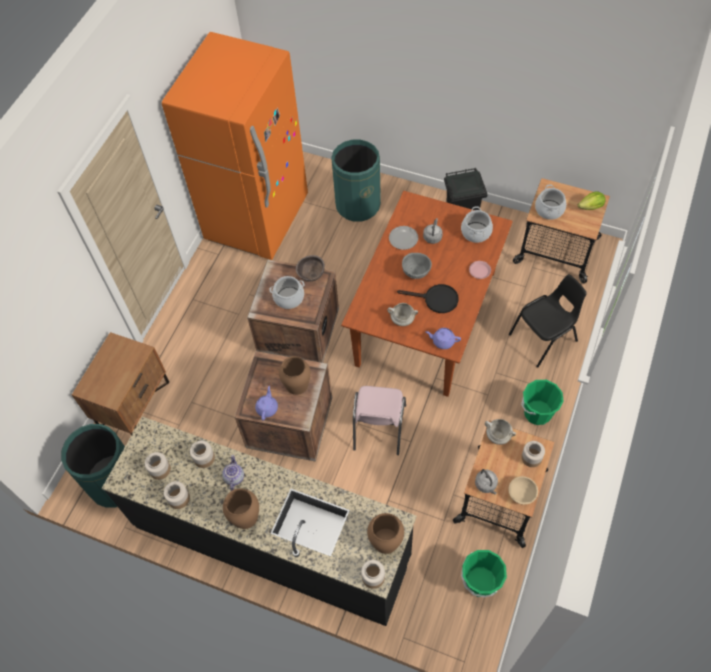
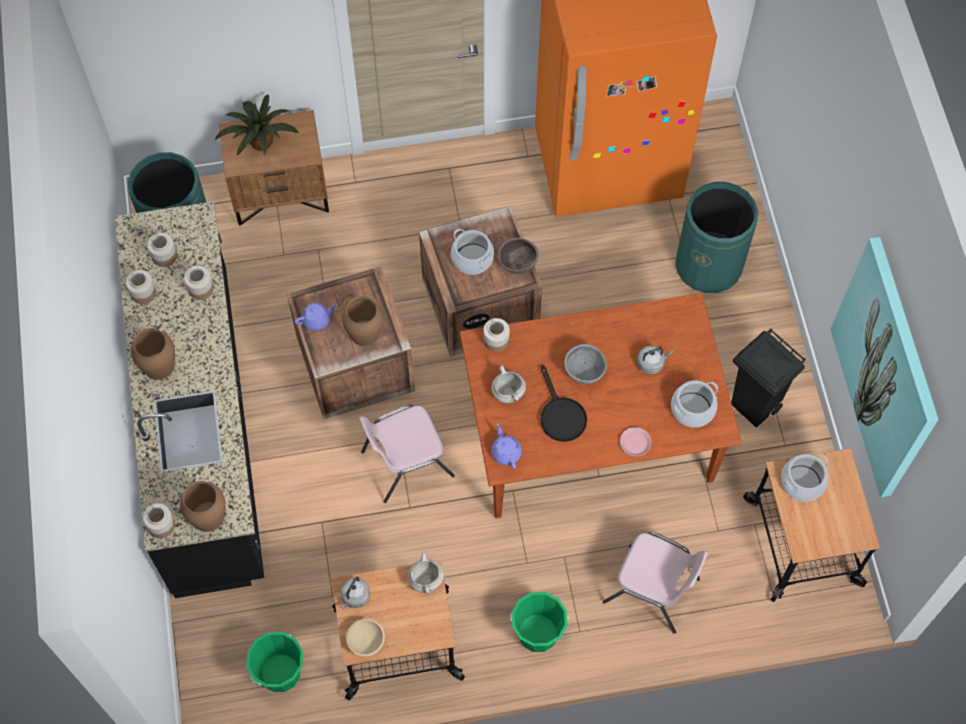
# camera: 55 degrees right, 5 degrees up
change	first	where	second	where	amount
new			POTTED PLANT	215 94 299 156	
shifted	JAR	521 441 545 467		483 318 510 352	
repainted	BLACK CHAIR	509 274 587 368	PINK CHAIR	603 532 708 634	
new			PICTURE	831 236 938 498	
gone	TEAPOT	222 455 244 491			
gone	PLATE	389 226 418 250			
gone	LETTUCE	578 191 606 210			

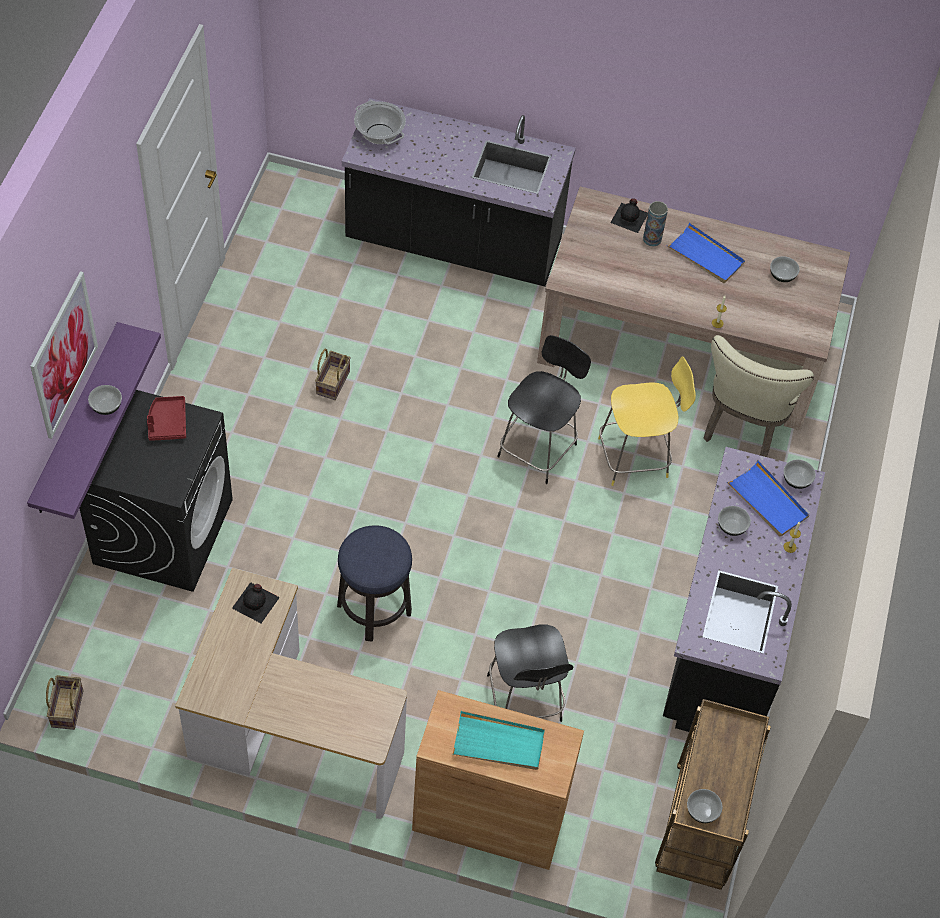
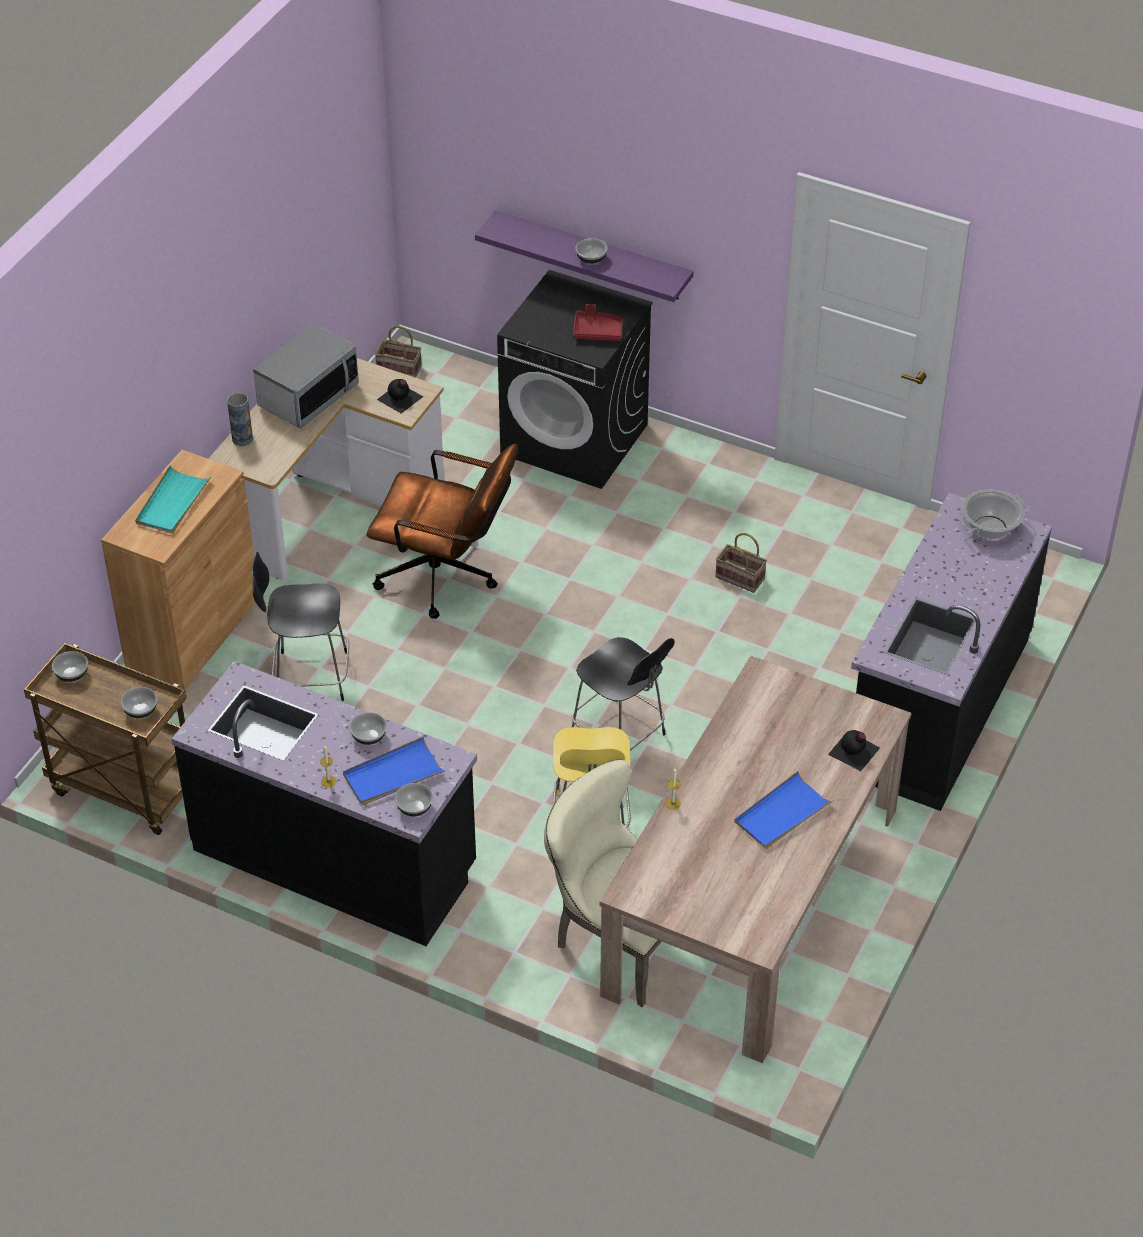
# camera: 105 degrees right, 10 degrees down
change	first	where	second	where	amount
shifted	BOWL	770 256 800 282		121 687 157 718	
shifted	VASE	643 201 668 246		227 393 253 446	
new			MICROWAVE	253 323 359 428	
swapped	STOOL	337 525 412 642	BROWN OFFICE CHAIR	367 443 518 619	
gone	PICTURE	30 271 98 439			

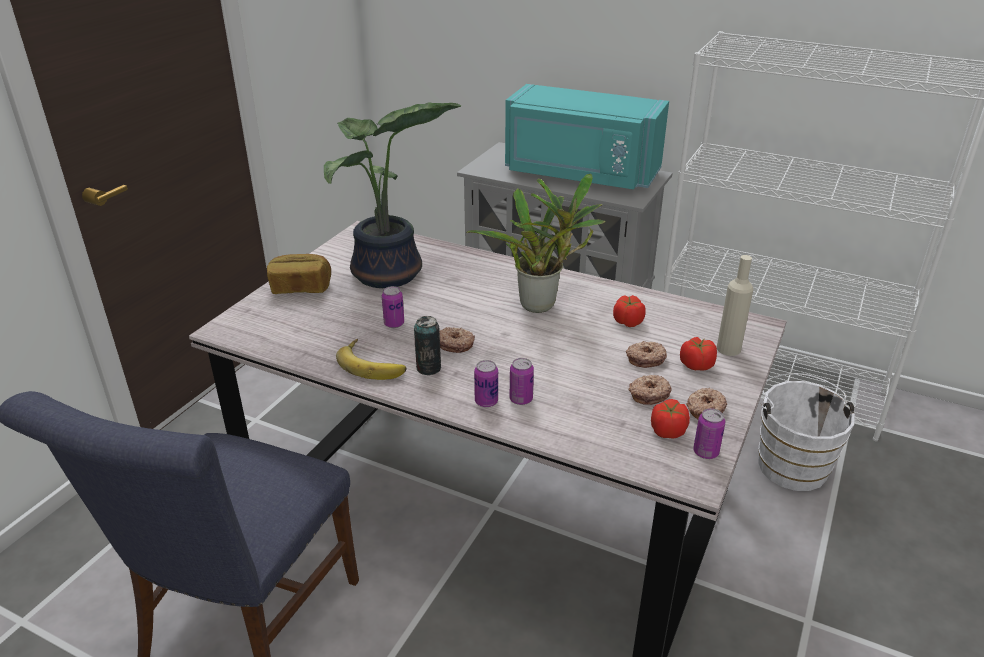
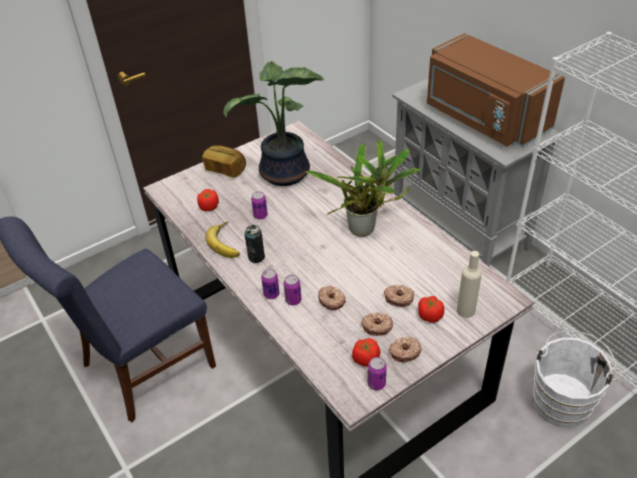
# camera: 30 degrees right, 10 degrees up
change	first	where	second	where	amount
shifted	TOMATO	613 295 646 327		197 189 219 211	
shifted	DONUT	440 327 475 353		318 286 346 310	
repainted	TURQUOISE MICROWAVE	505 84 669 189	BROWN MICROWAVE	427 33 565 148	

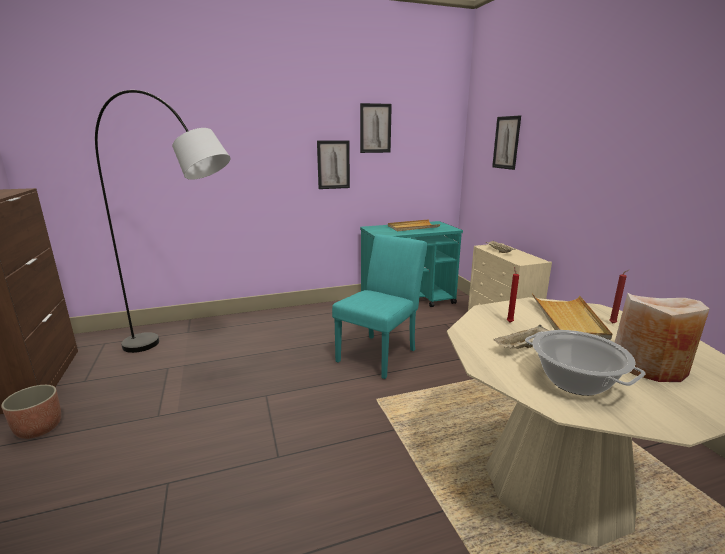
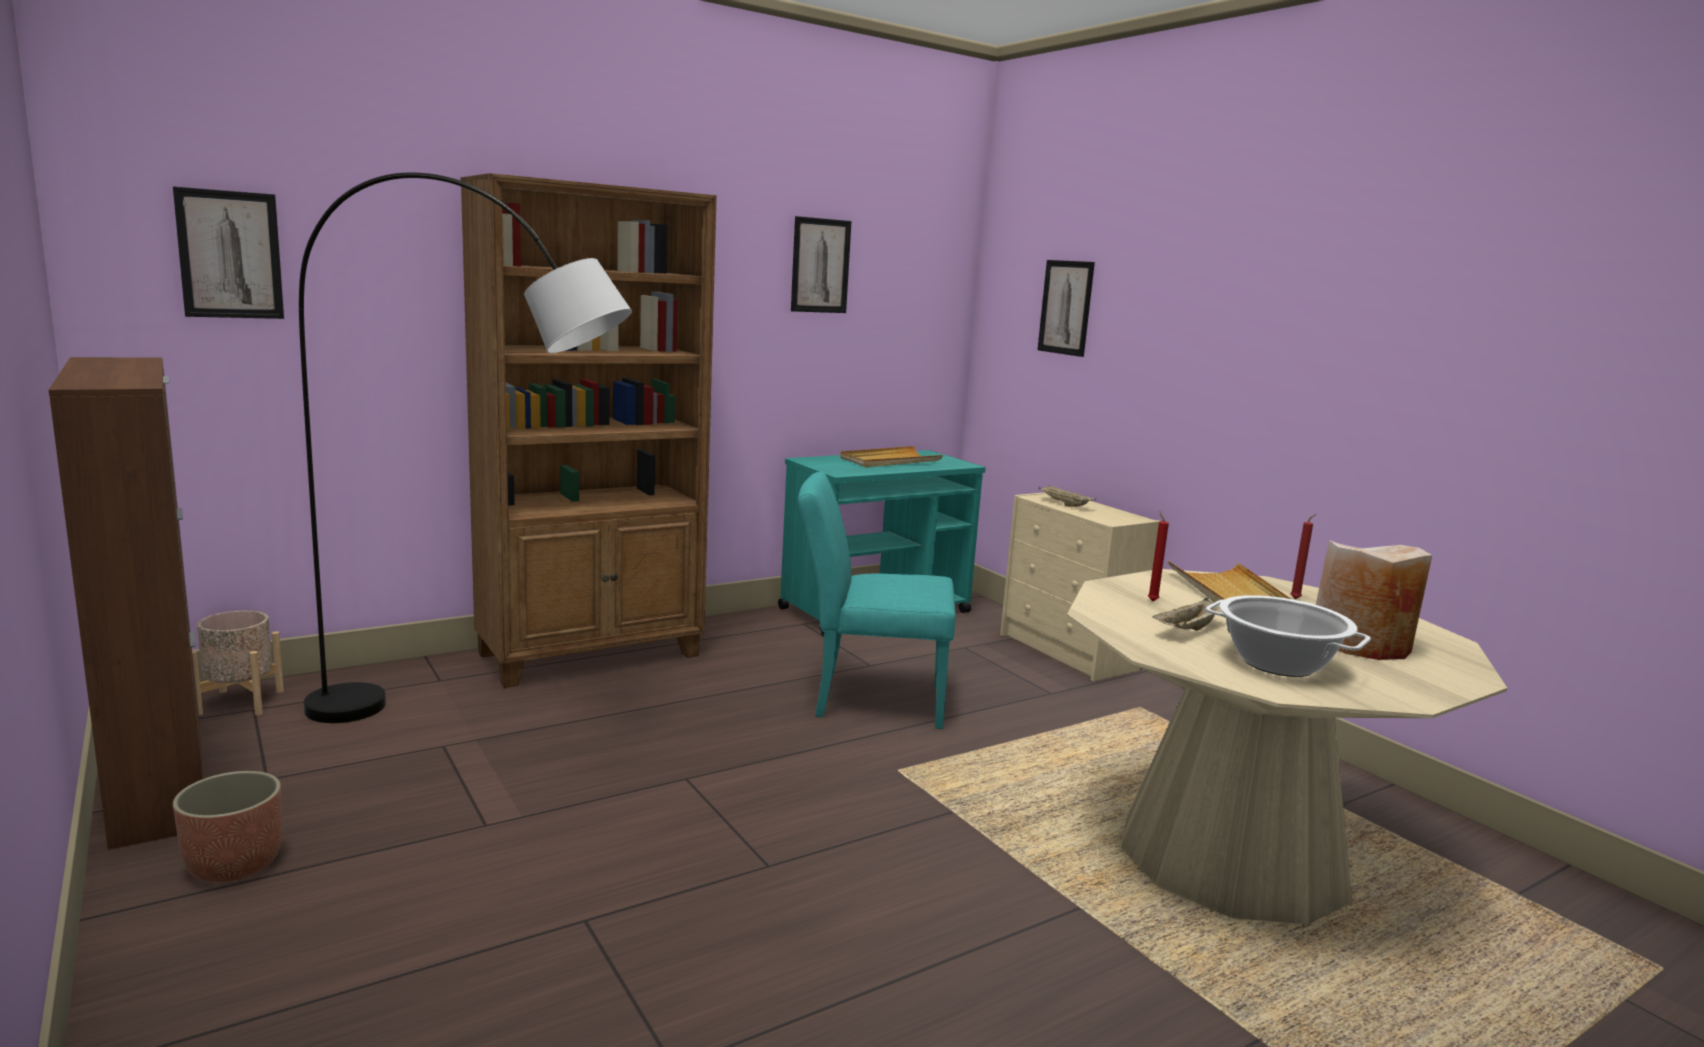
# camera: 15 degrees left, 5 degrees down
change	first	where	second	where	amount
shifted	PICTURE	317 140 350 189		173 186 284 319	
new			BEIGE PLANTER	192 610 284 715	
new			BROWN BOOKCASE	460 173 717 688	
rotated	TURQUOISE CHAIR	332 234 427 379		798 472 956 729	105 degrees counterclockwise

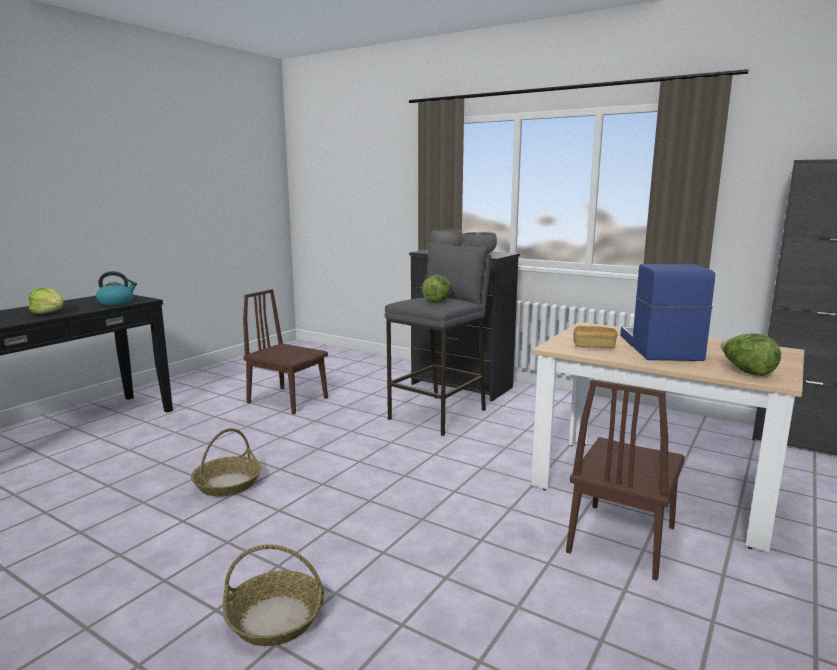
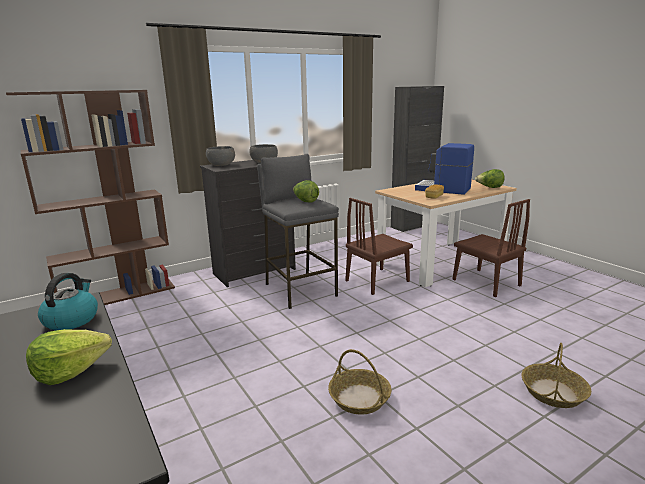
# camera: 65 degrees left, 5 degrees up
change	first	where	second	where	amount
new			BROWN BOOKCASE	6 90 175 305	
shifted	BROWN CHAIR	243 289 328 414		345 198 413 295	

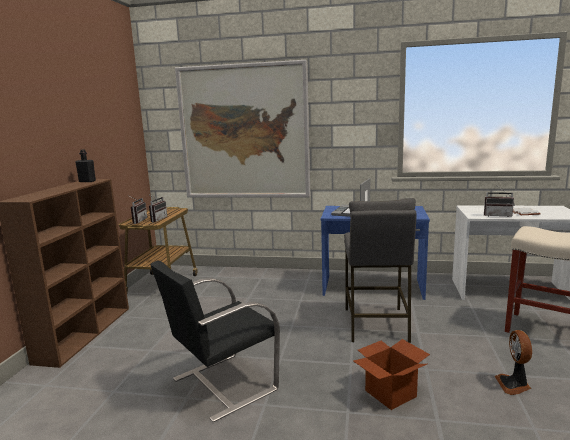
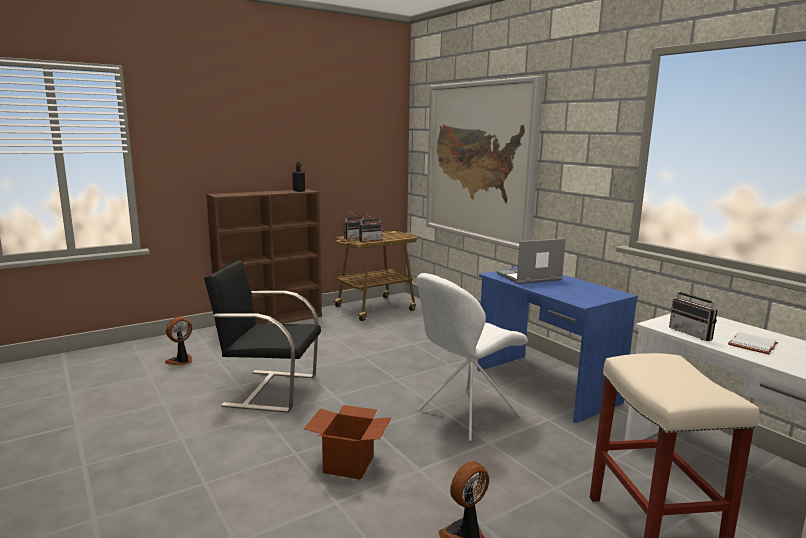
# camera: 45 degrees right, 0 degrees up
change	first	where	second	where	amount
new			FAN	165 316 192 365	
swapped	GREY STOOL	344 198 417 343	WHITE CHAIR	417 273 528 441	

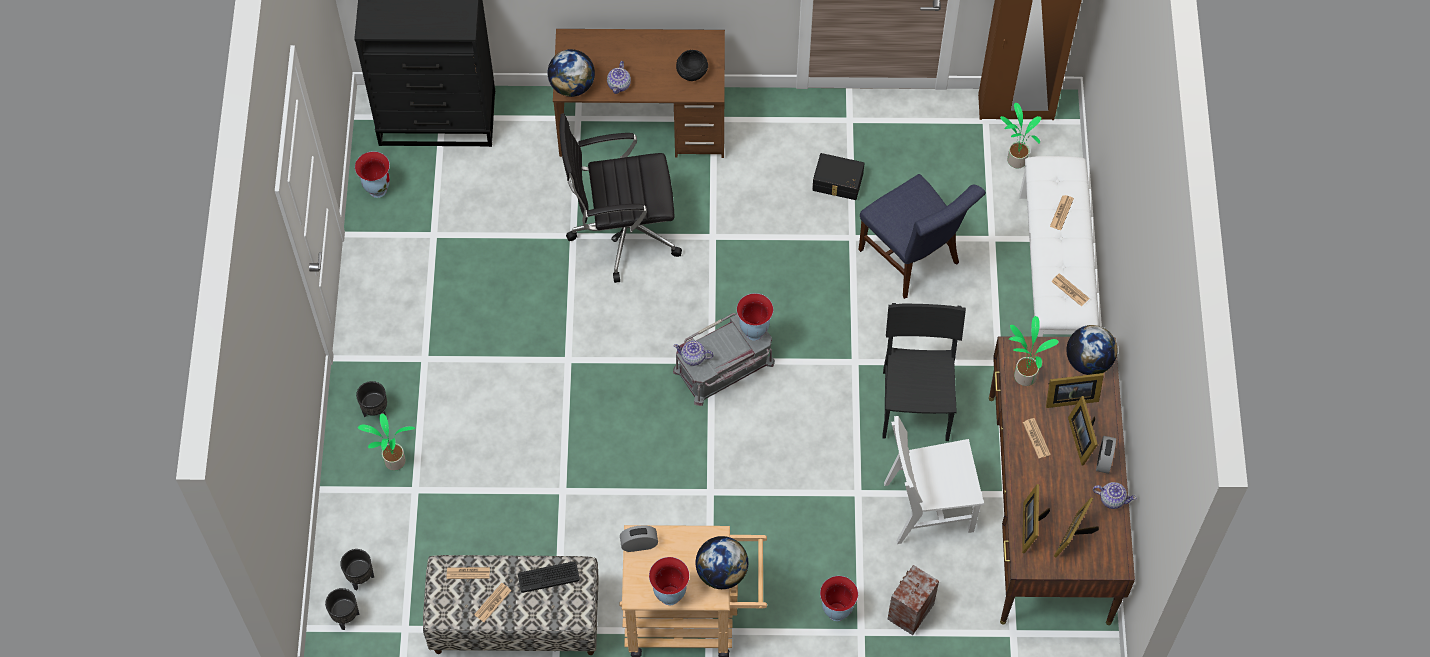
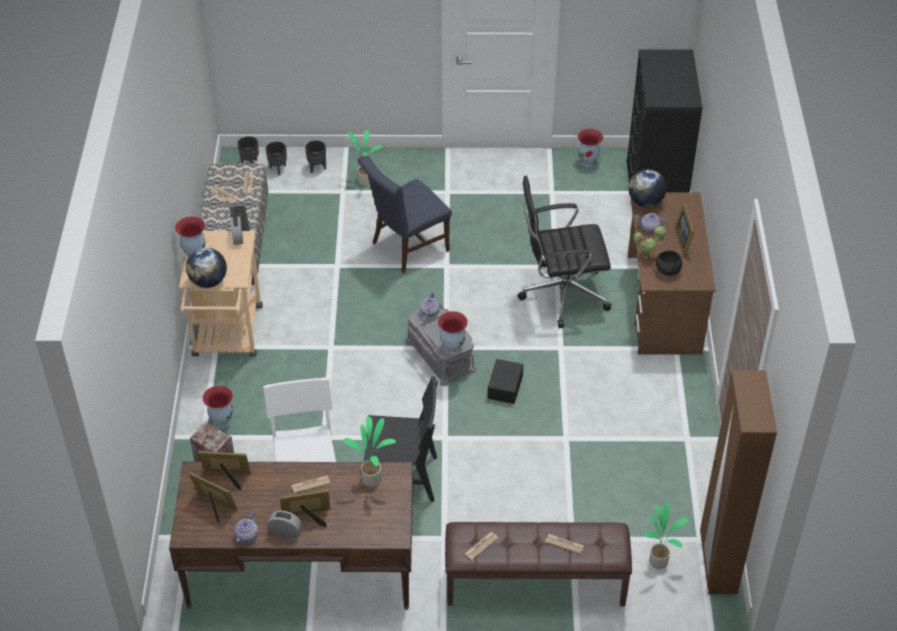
# camera: 90 degrees right, 15 degrees down
change	first	where	second	where	amount
shifted	BLACK PLANTER	356 381 387 417		305 140 326 173	
shifted	BLUE CHAIR	858 174 986 299		357 156 452 273	
repainted	WHITE BENCH	1020 156 1099 337	BROWN BENCH	445 522 632 607	
shifted	BLACK STORAGE BOX	812 153 864 200		487 359 523 404	
rotated	BLACK OFFICE CHAIR	560 113 682 283		518 176 611 328	90 degrees counterclockwise
new			POTTED PLANT	634 226 667 258	
shifted	PICTURE FRAME	1046 373 1104 408		674 203 695 257	
gone	GLOBE	1066 325 1117 375			

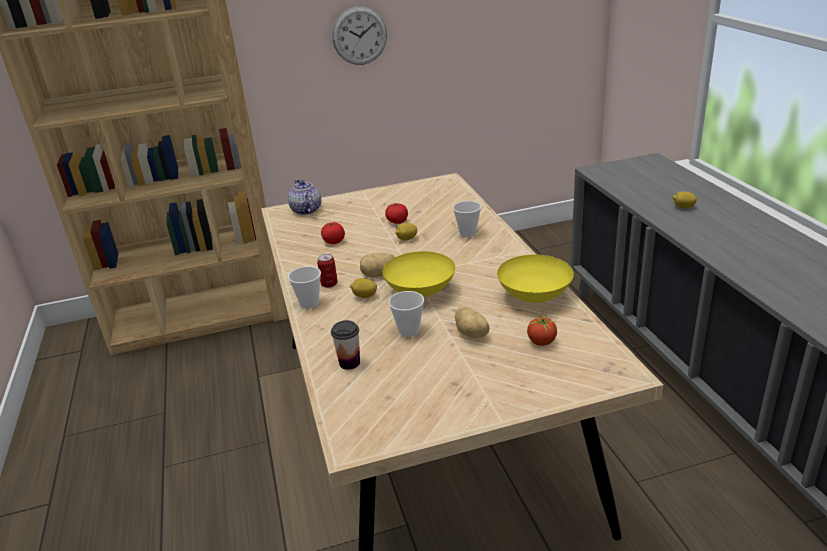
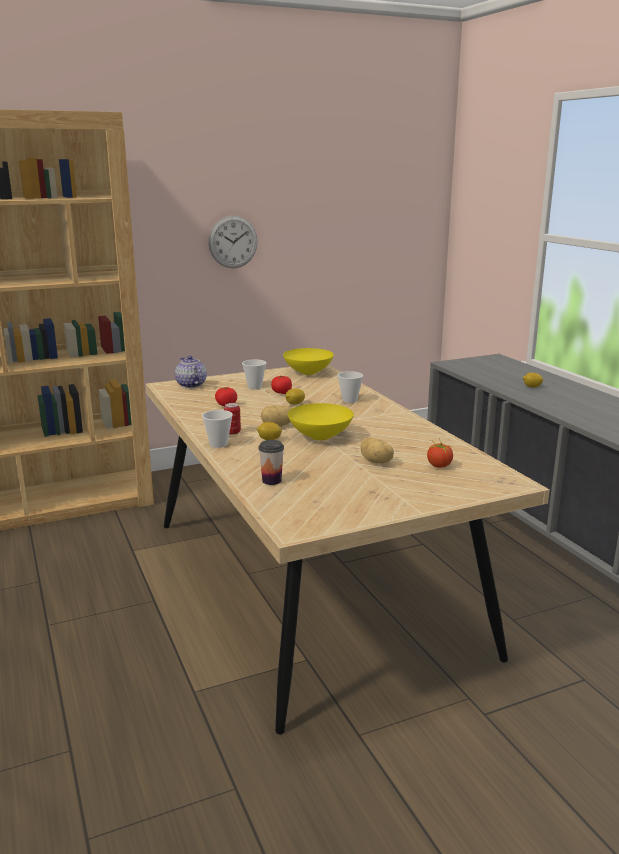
# camera: 10 degrees left, 10 degrees down
change	first	where	second	where	amount
shifted	CUP	388 291 424 337		242 359 266 389	
shifted	YELLOW BOWL	497 255 574 303		283 348 334 375	

